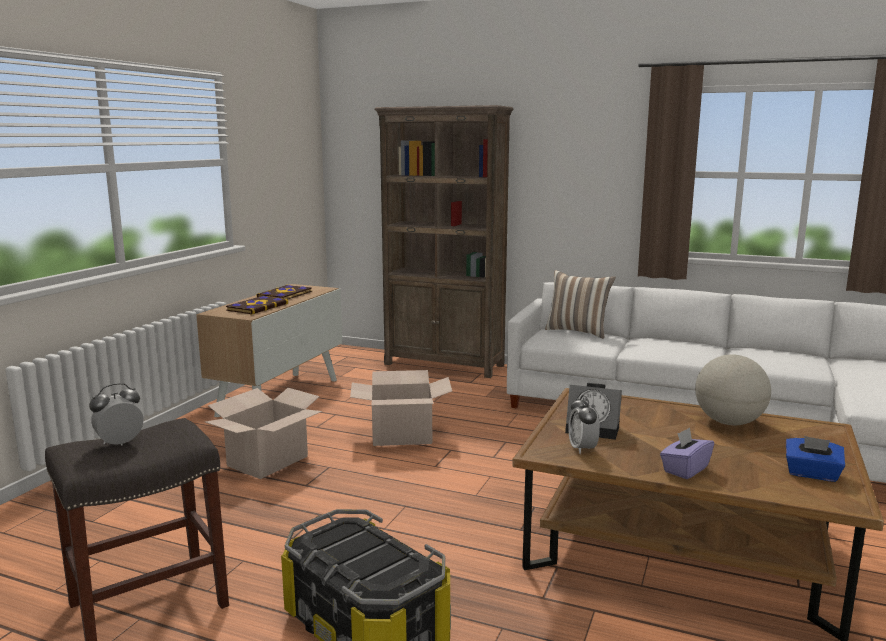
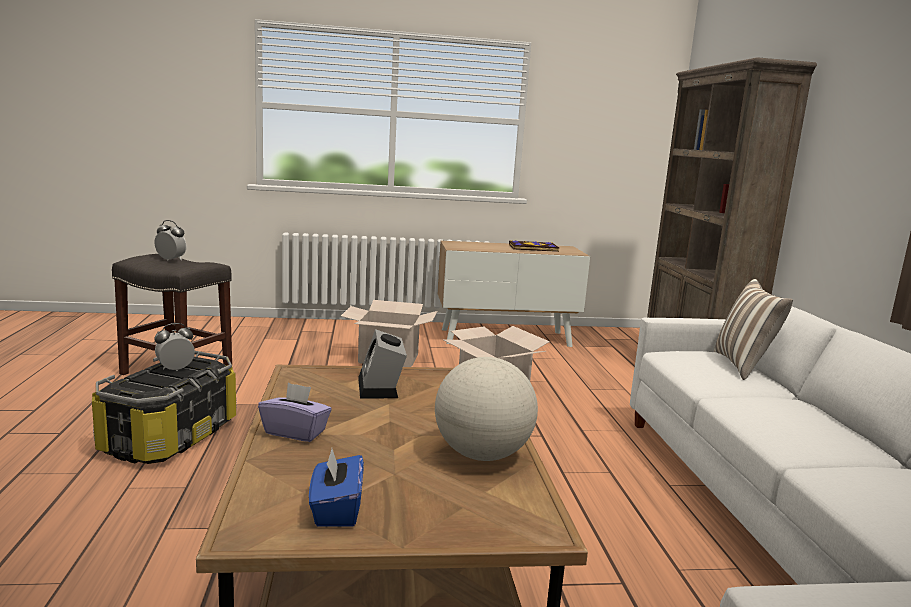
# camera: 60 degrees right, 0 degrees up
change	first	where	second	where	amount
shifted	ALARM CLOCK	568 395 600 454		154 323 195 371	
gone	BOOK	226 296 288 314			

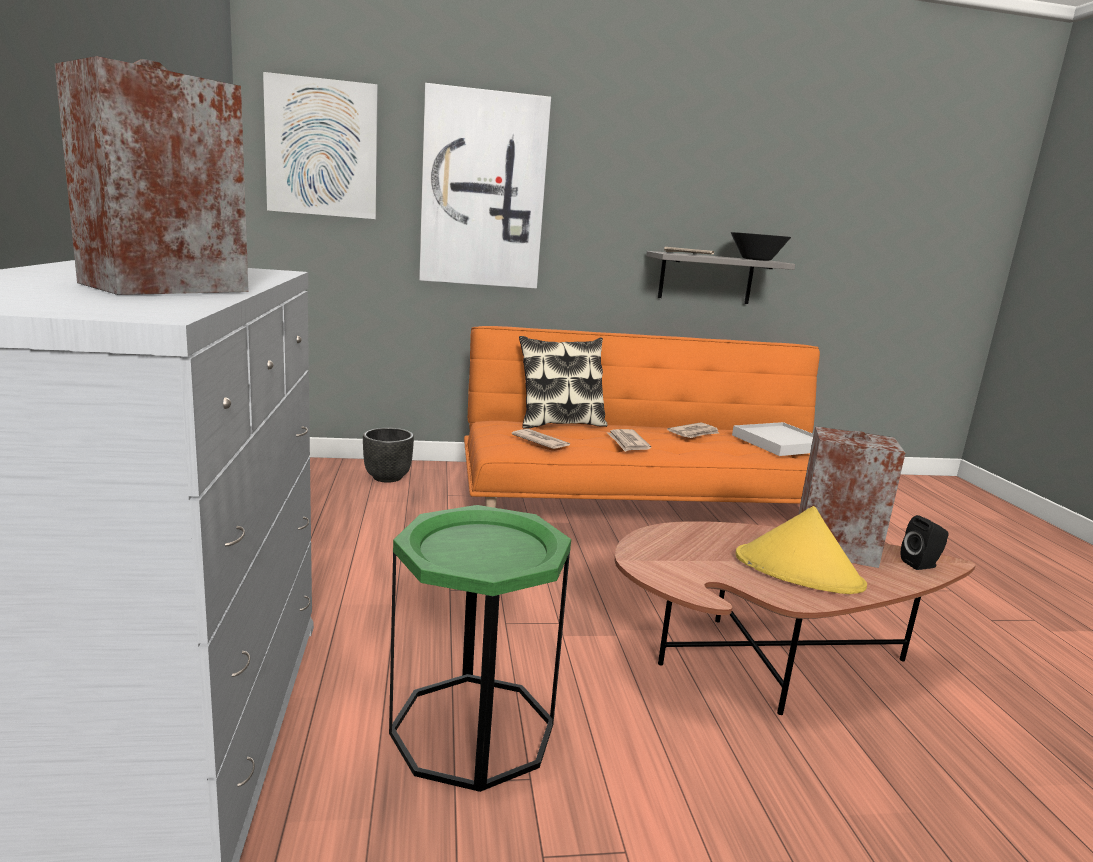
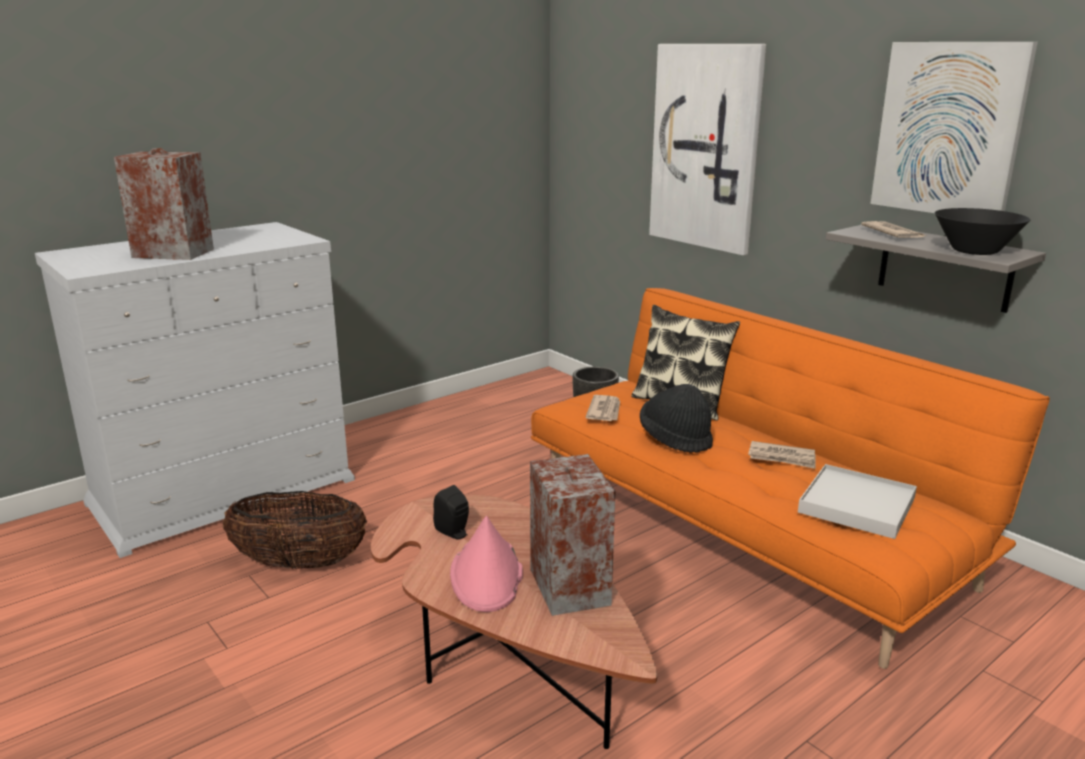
# camera: 60 degrees right, 5 degrees up
change	first	where	second	where	amount
swapped	GREEN SIDE TABLE	389 505 571 792	BASKET	222 491 367 569	
shifted	BLACK SPEAKER	901 515 948 570		433 485 469 540	
repainted	YELLOW HAT	736 506 867 594	PINK HAT	450 516 523 612	
swapped	NEWSPAPER	607 429 651 452	BLACK HAT	640 384 713 453	
shifted	PICTURE	263 72 378 219		871 42 1038 213	

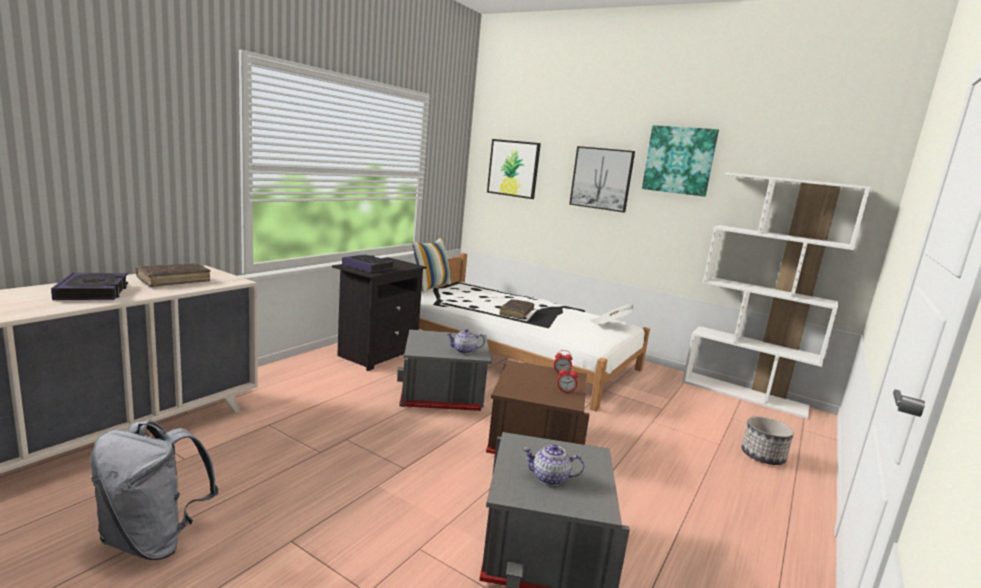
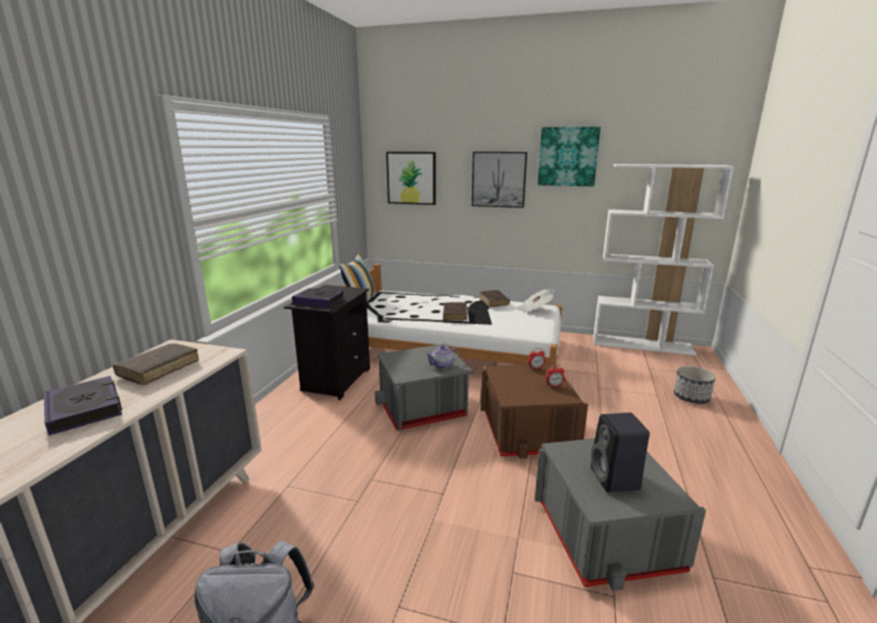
# camera: 15 degrees left, 5 degrees up
change	first	where	second	where	amount
new			BROWN BOOK	479 290 510 307	
swapped	TEAPOT	522 444 584 486	BLACK SPEAKER	591 413 650 492	

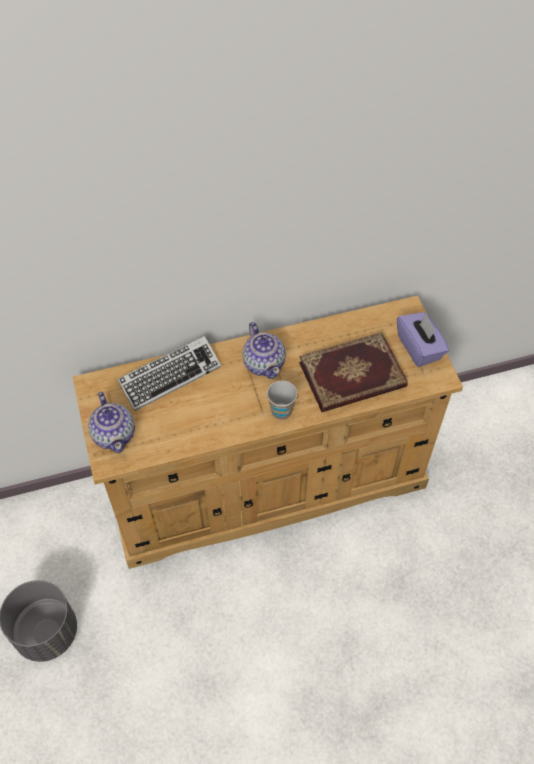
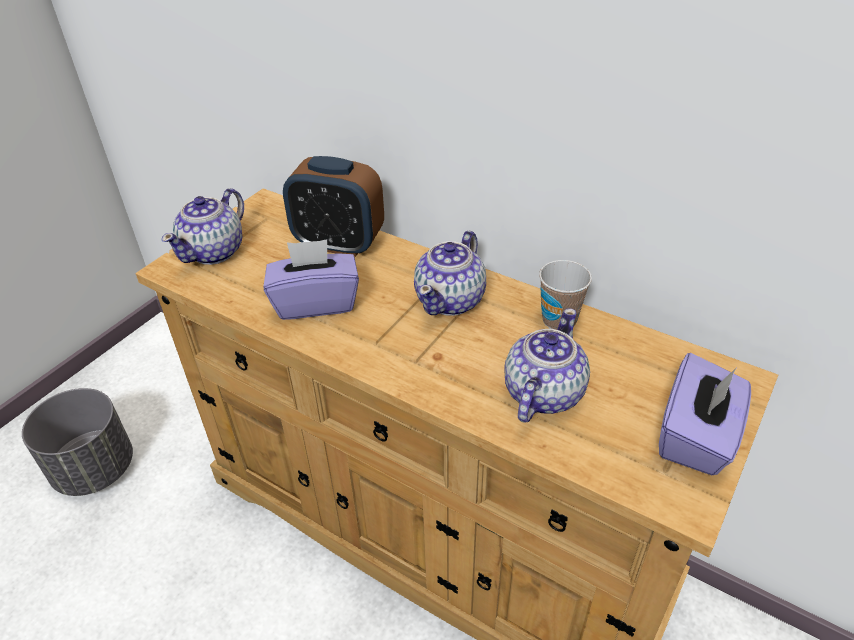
# camera: 50 degrees right, 15 degrees down
change	first	where	second	where	amount
new			PURPLE TISSUE BOX	264 239 359 320	
swapped	KEYBOARD	117 336 221 411	ALARM CLOCK	283 156 384 257	
swapped	BOOK	299 332 408 412	TEAPOT	504 308 590 423	
shifted	CUP	267 380 297 420		539 260 592 330	

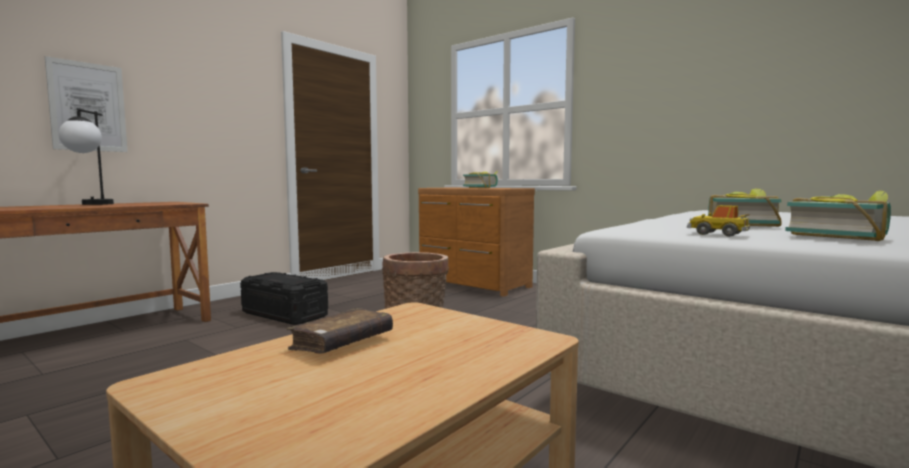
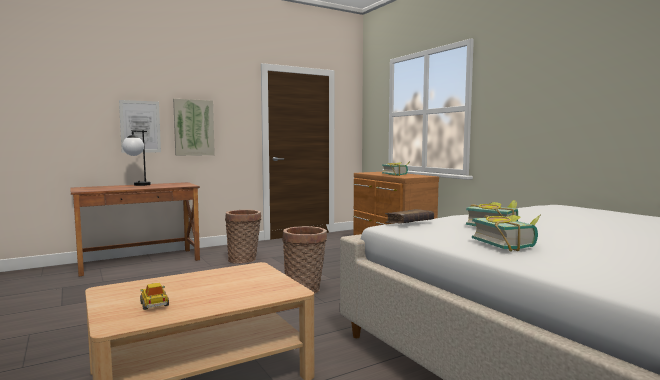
# camera: 20 degrees right, 0 degrees up
change	first	where	second	where	amount
shifted	TOY CAR	687 205 750 237		140 283 169 310	
new			PICTURE	173 99 215 156	
swapped	BLACK STORAGE BOX	240 272 328 325	BASKET	225 210 261 264	
shifted	BROWN BOOK	286 308 393 354		385 209 434 223	

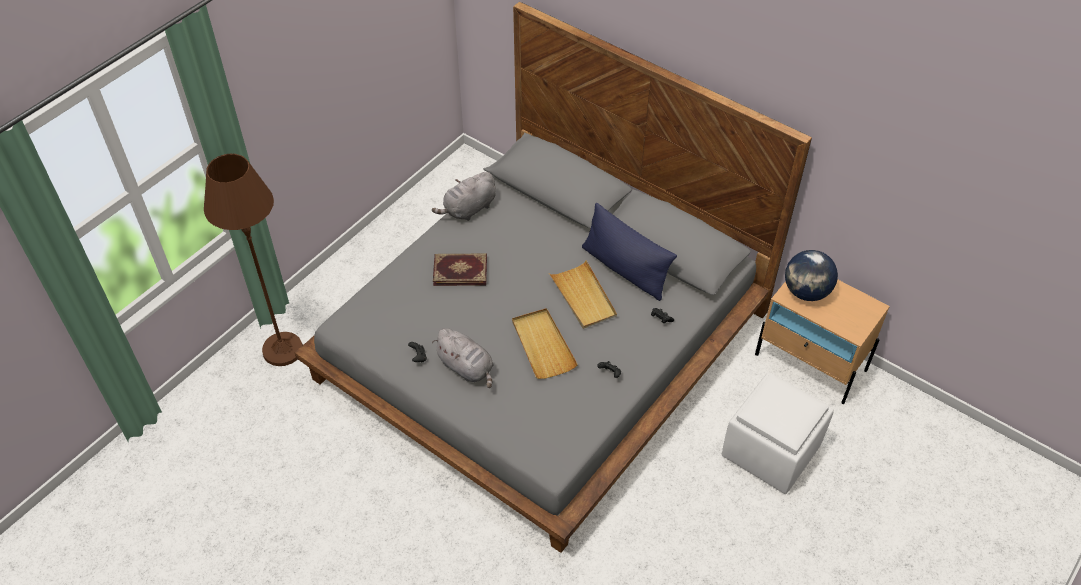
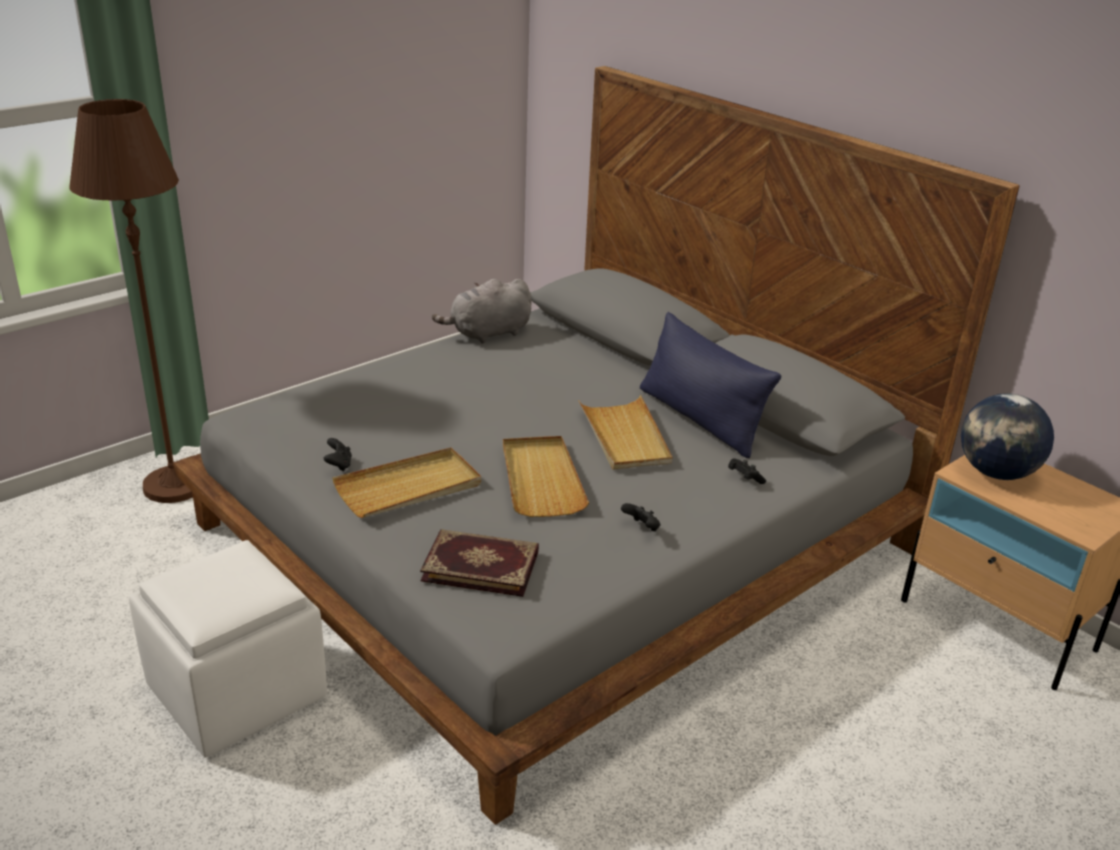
# camera: 10 degrees right, 20 degrees down
change	first	where	second	where	amount
shifted	WHITE OTTOMAN	722 373 834 494		129 540 327 758	
swapped	GREY PLUSH TOY	432 328 494 388	BEIGE TRAY	332 448 481 518	
shifted	BOOK	433 254 487 286		420 529 539 597	

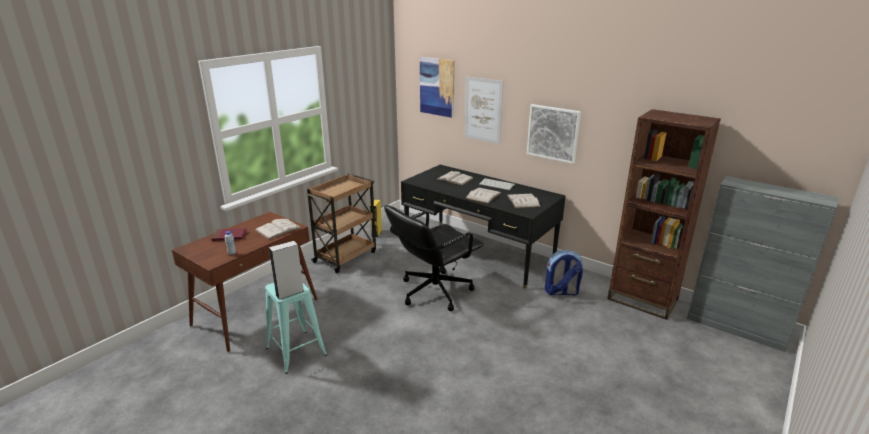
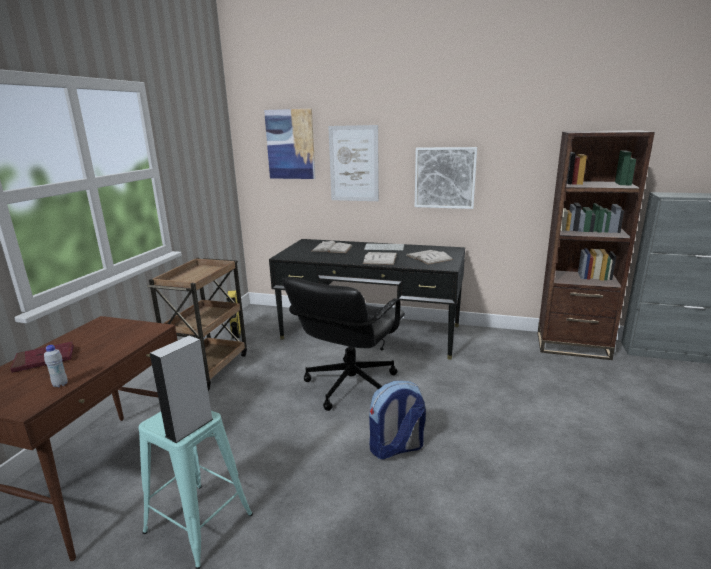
# camera: 20 degrees left, 5 degrees down
change	first	where	second	where	amount
shifted	BACKPACK	545 250 583 296		369 381 426 460	
gone	WHITE BOOK	255 219 302 240			

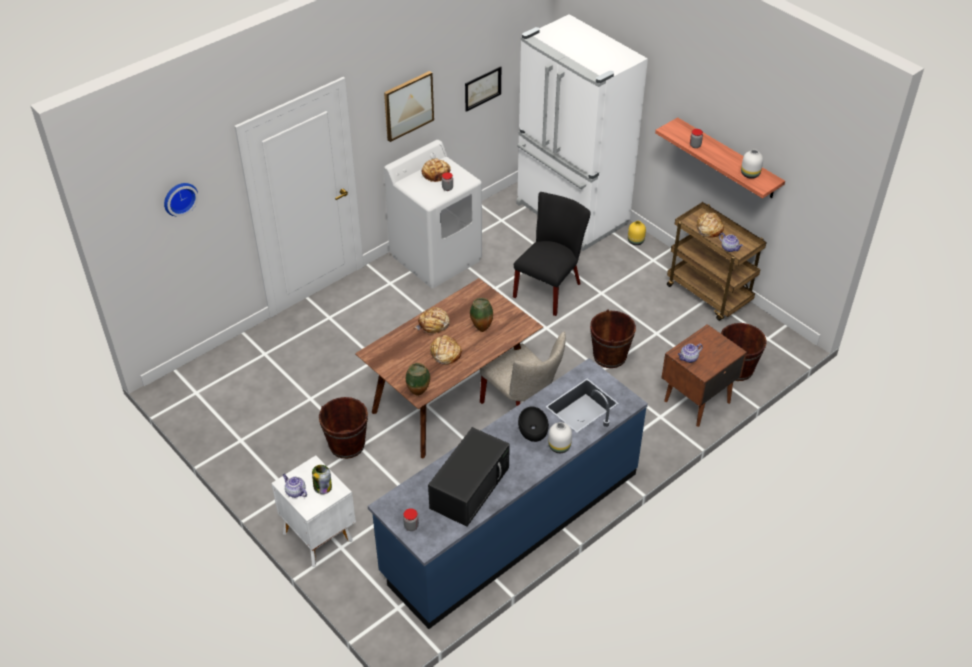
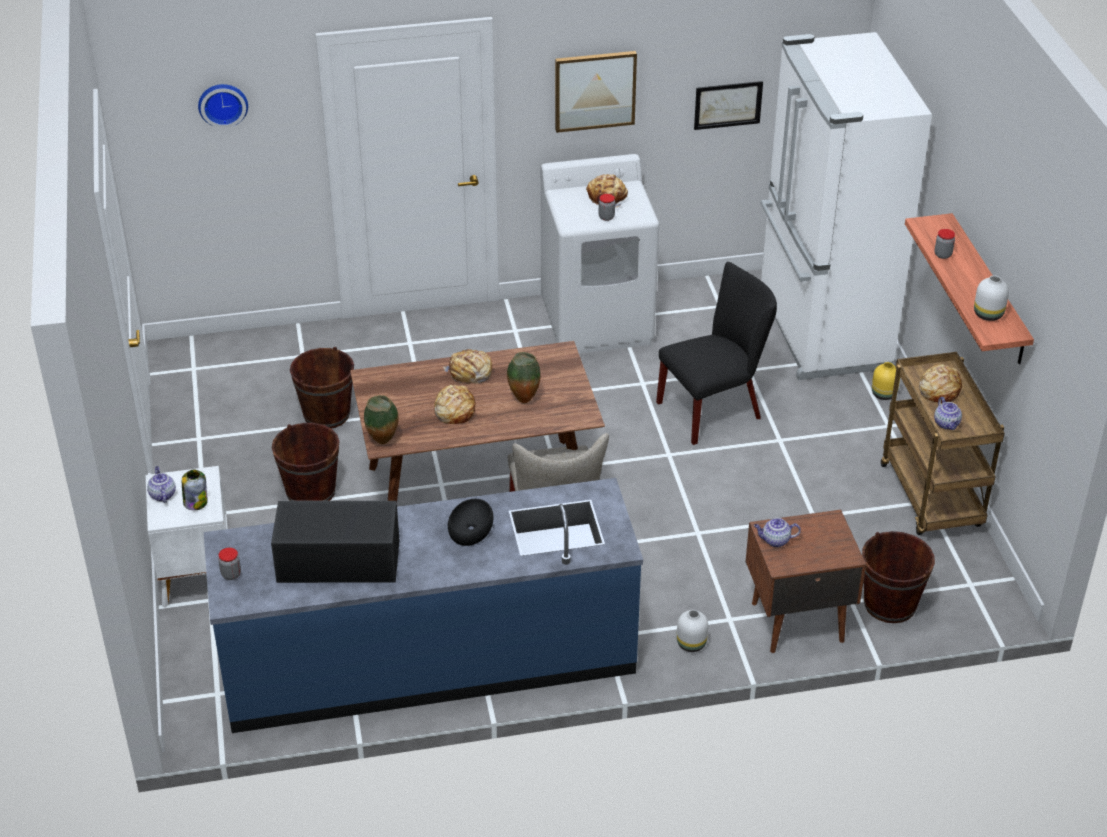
# camera: 30 degrees right, 5 degrees down
change	first	where	second	where	amount
rotated	BLACK MICROWAVE	428 427 510 527		271 501 399 583	150 degrees counterclockwise
shifted	BROWN BUCKET	590 309 636 368		290 347 354 429	
shifted	WHITE VASE	548 422 572 453		677 610 708 652	

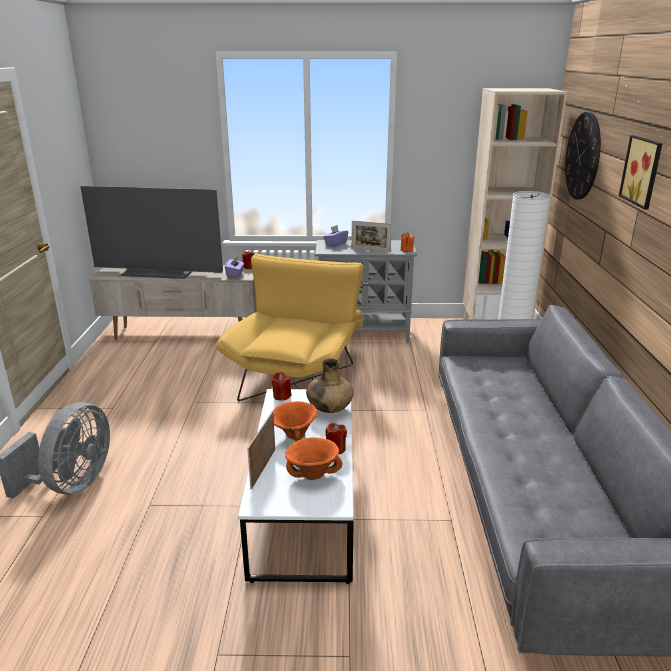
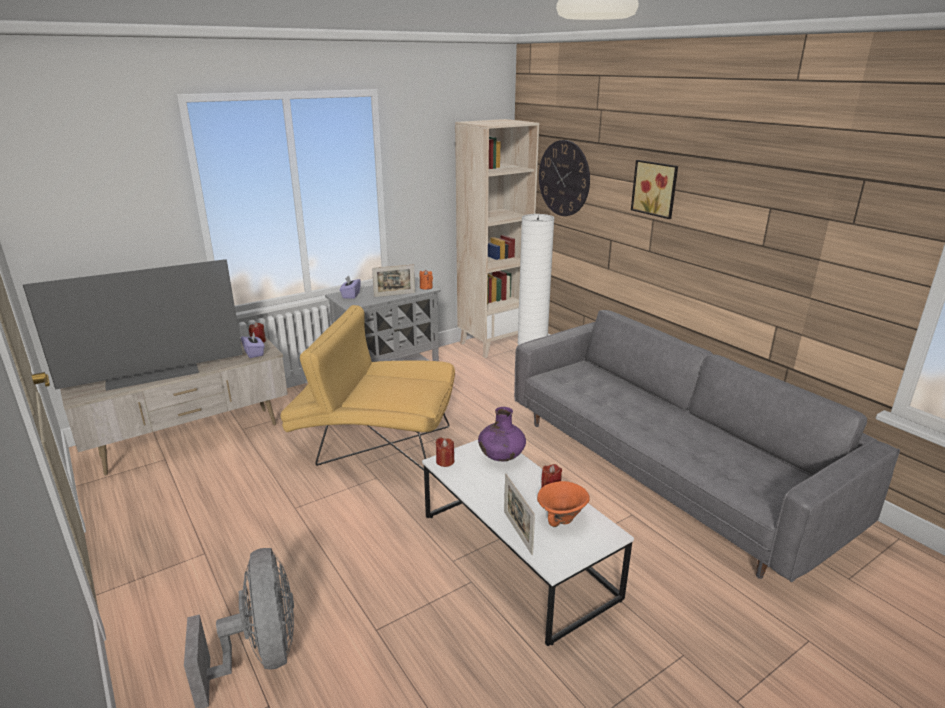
# camera: 35 degrees left, 0 degrees up
change	first	where	second	where	amount
rotated	YELLOW ARMCHAIR	216 254 363 401		280 305 455 473	60 degrees counterclockwise
repainted	BROWN VASE	306 359 354 413	PURPLE VASE	478 407 526 461	
gone	ORANGE BOWL	273 401 317 441			

